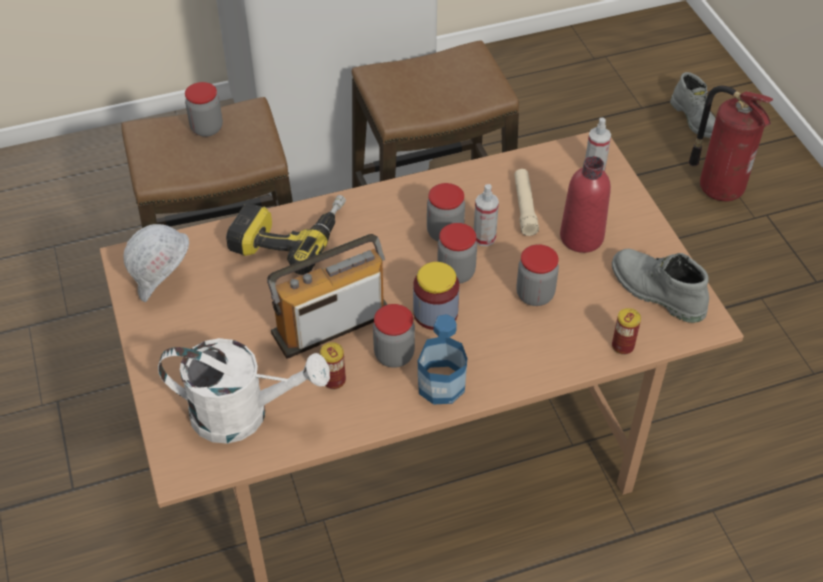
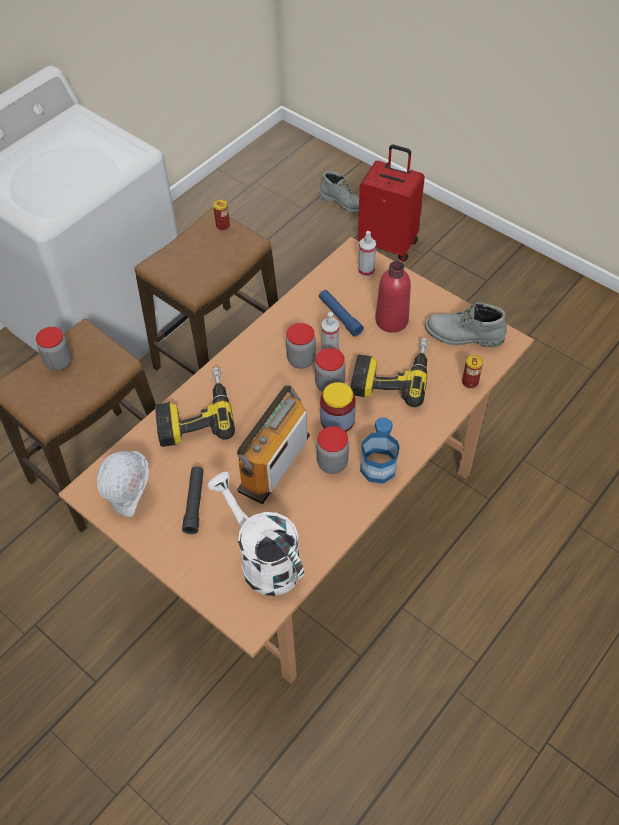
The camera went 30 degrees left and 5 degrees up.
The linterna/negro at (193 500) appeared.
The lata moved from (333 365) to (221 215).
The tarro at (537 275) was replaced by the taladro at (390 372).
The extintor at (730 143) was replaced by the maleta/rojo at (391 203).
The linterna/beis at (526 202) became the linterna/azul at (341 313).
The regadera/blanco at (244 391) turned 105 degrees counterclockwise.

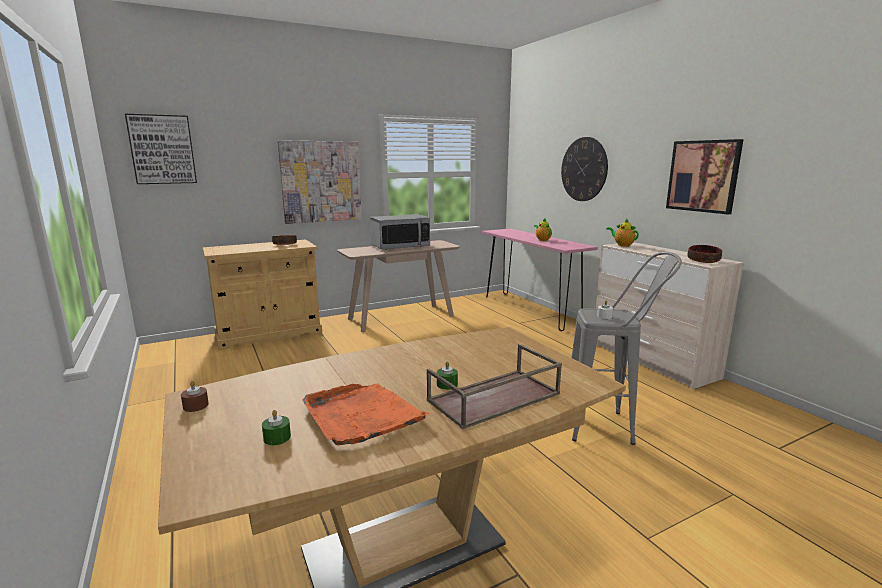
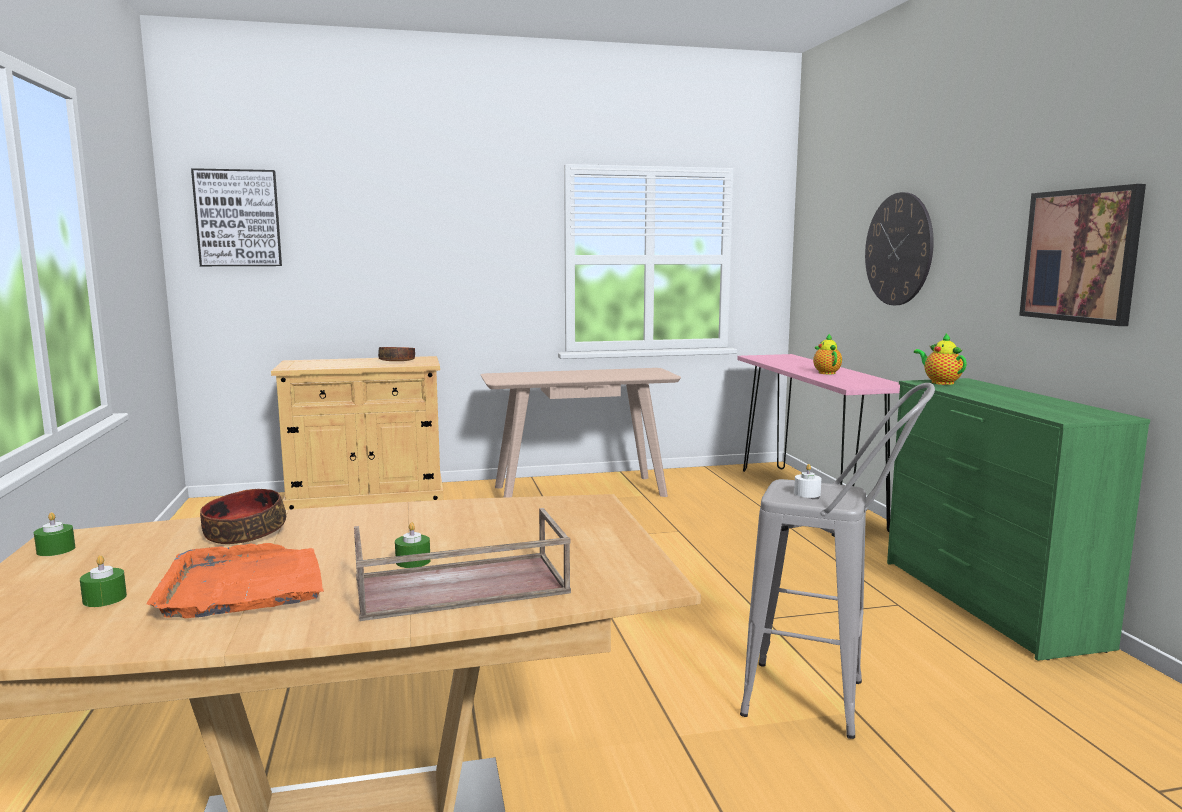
The camera went 15 degrees right and 5 degrees down.
The cuadro at (320 182) disappeared.
The microondas at (400 232) disappeared.
The cuenco moved from (705 254) to (243 516).
The vela/marrón at (195 396) became the vela/verde at (54 534).
The cómoda/beis at (670 315) became the cómoda/verde at (1018 519).

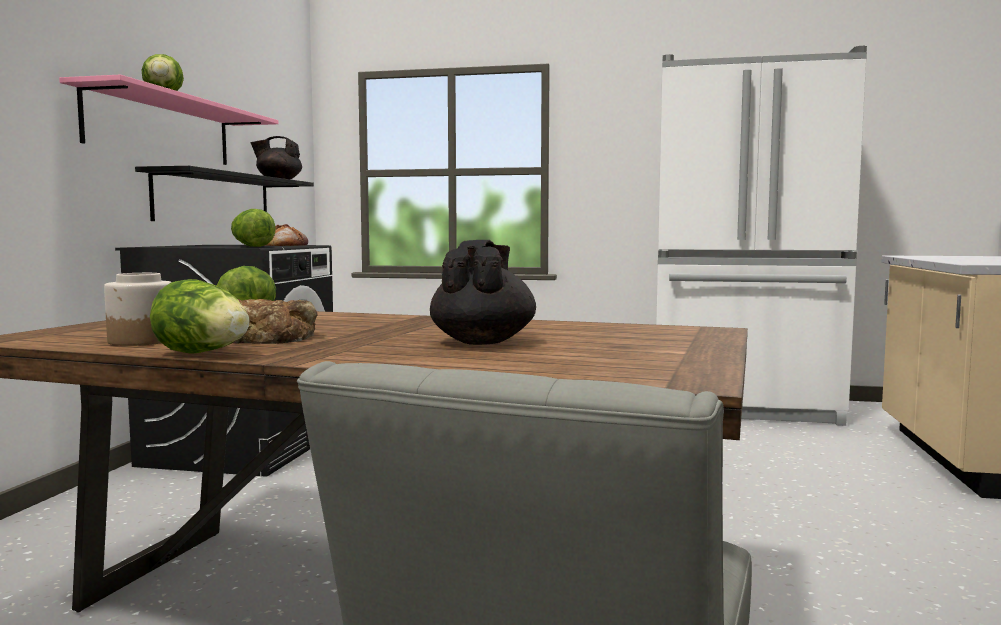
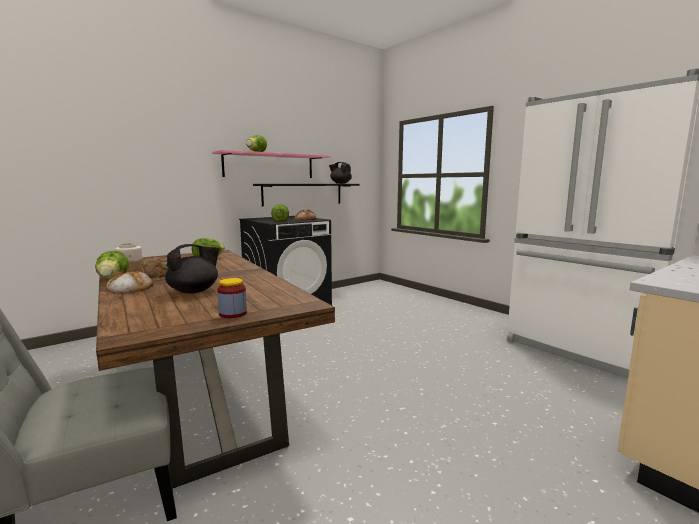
The camera went 40 degrees right and 5 degrees up.
The pan at (129 281) appeared.
The tarro at (232 298) appeared.

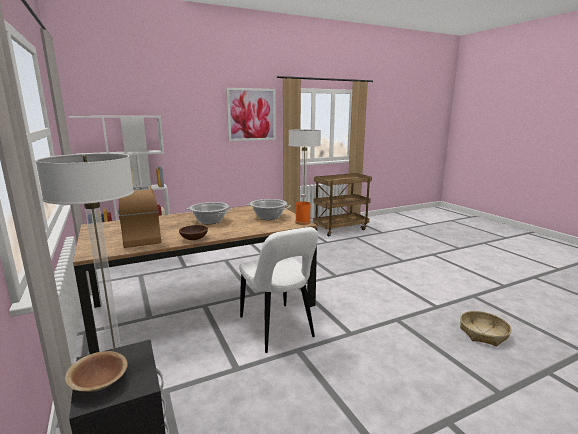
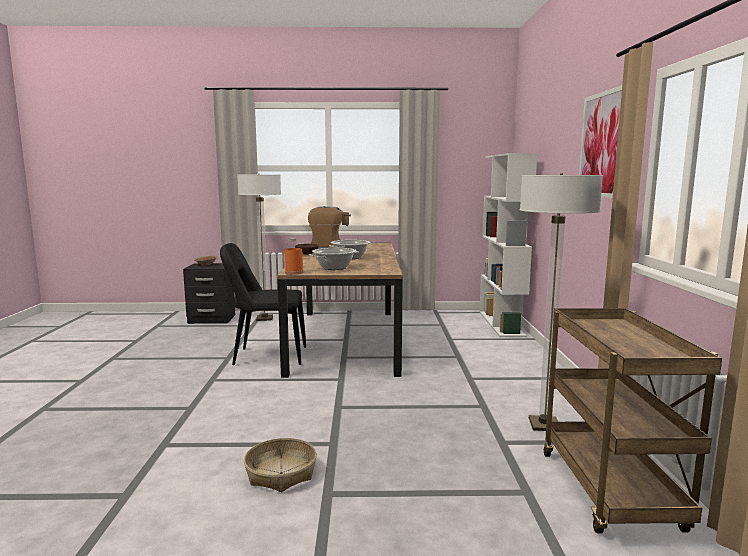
The camera went 115 degrees right and 5 degrees down.
The cesta moved from (485 329) to (280 465).
The silla/blanco at (278 290) became the silla/negro at (263 304).

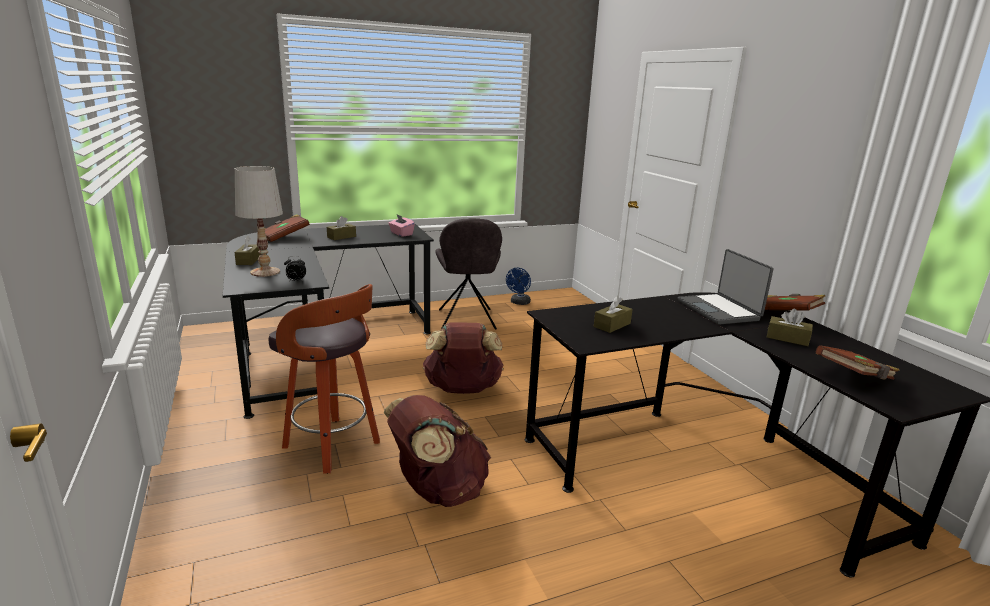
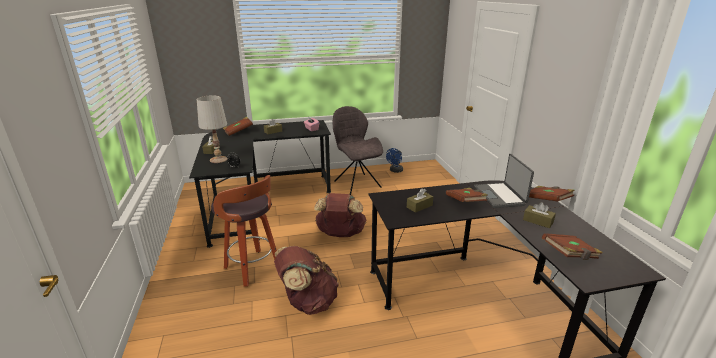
The camera went 10 degrees right and 5 degrees up.
The libro/marrón at (466 195) appeared.
The silla/gris at (468 274) turned 150 degrees clockwise.

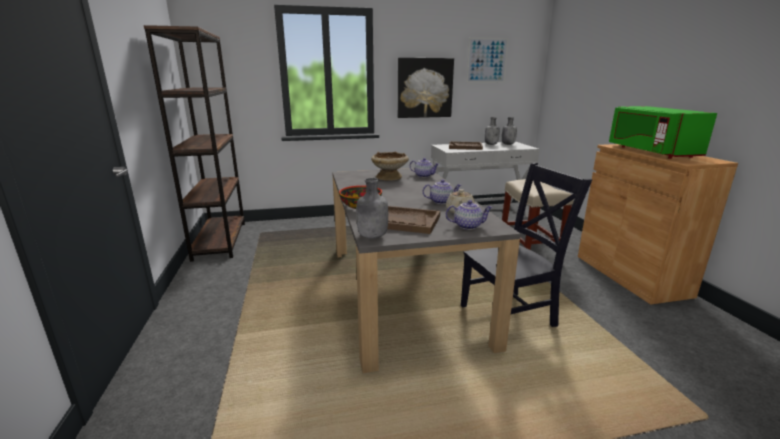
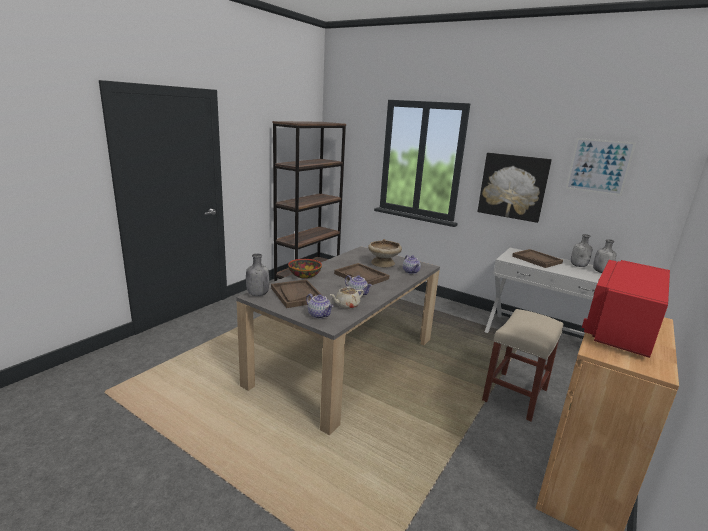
The camera went 45 degrees right and 0 degrees up.
The silla/negro at (526 245) disappeared.
The bandeja/marrón at (361 274) appeared.
The microondas/verde at (663 132) became the microondas/rojo at (626 309).

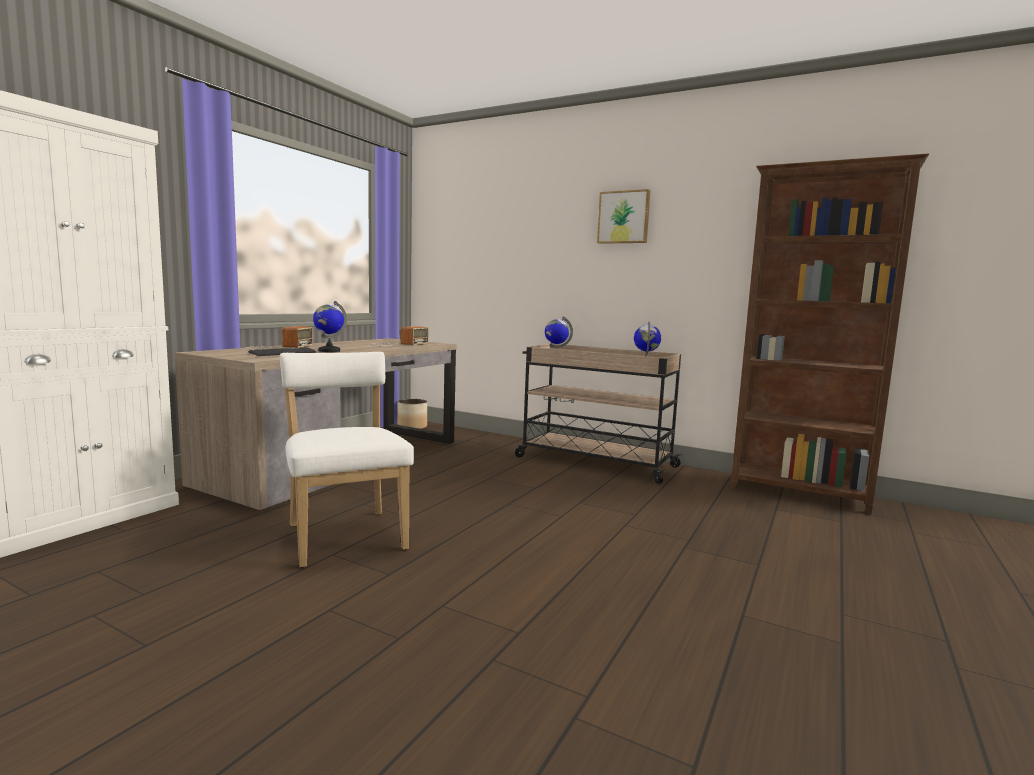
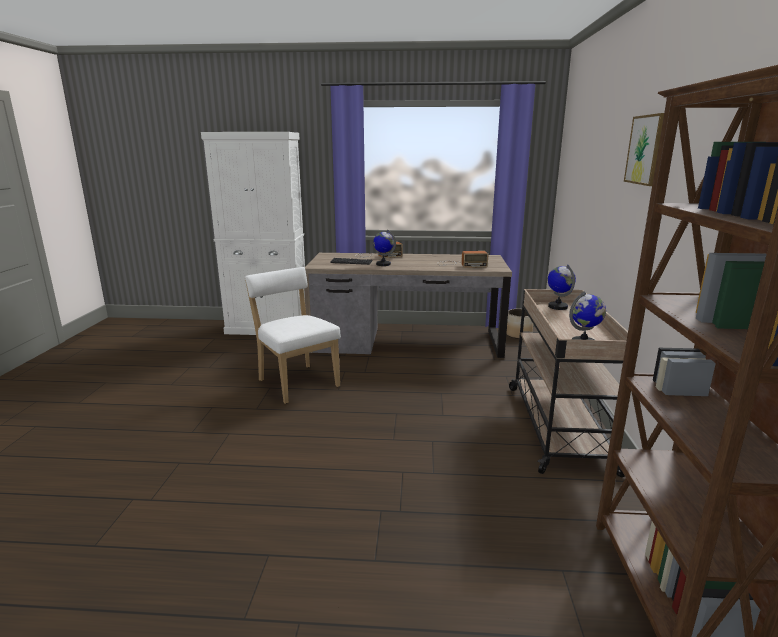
The camera went 65 degrees right and 10 degrees up.
The silla/blanco at (347 460) turned 75 degrees counterclockwise.

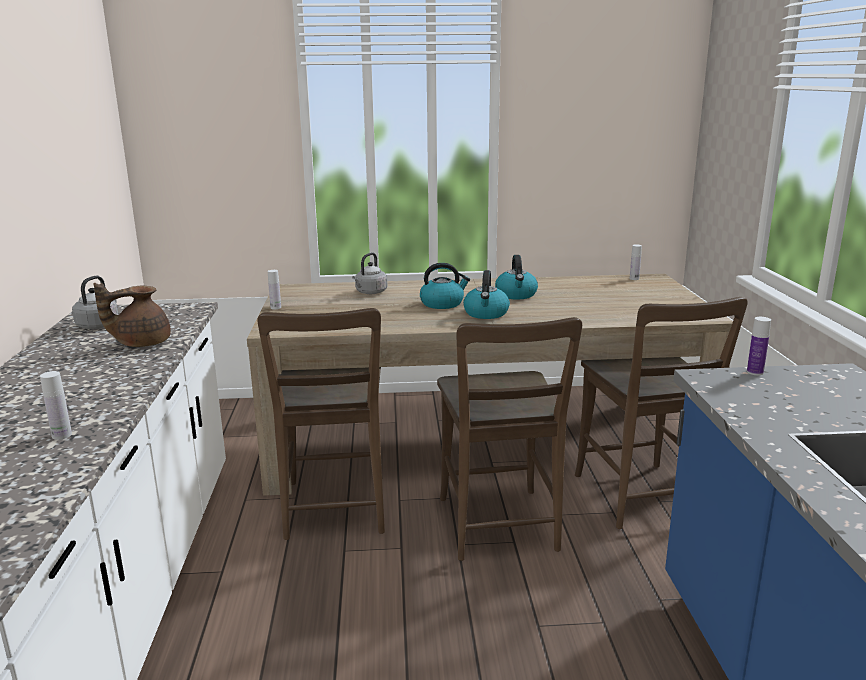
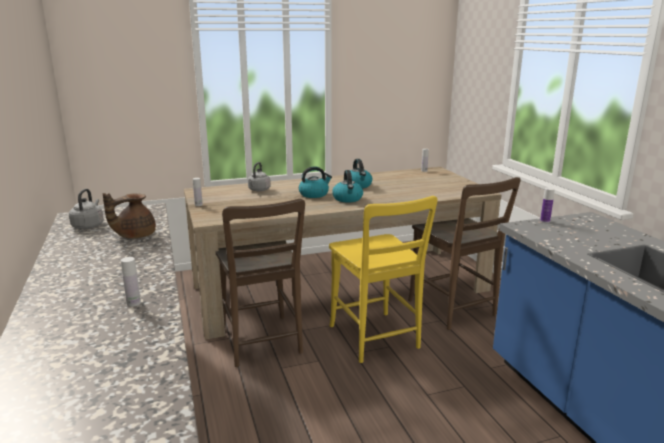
The camera went 15 degrees left and 0 degrees up.
The silla/marrón at (509 439) became the silla/amarillo at (383 279).

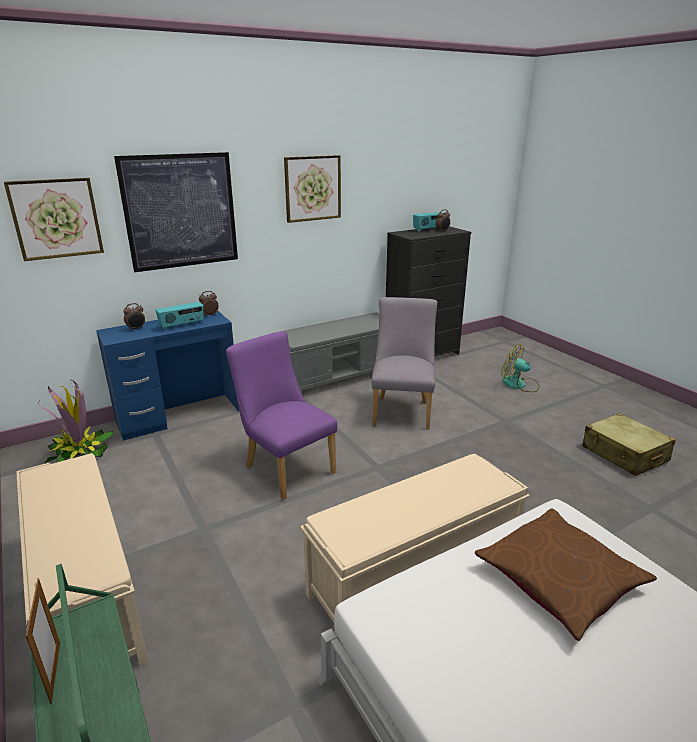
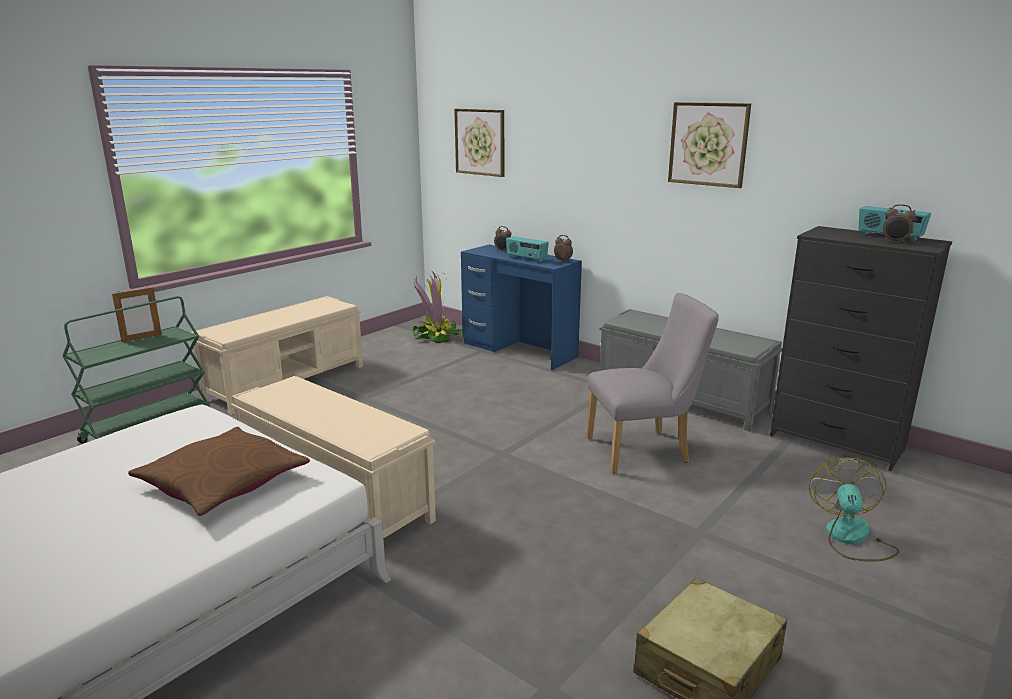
The camera went 70 degrees right and 5 degrees down.
The cuadro at (176 212) disappeared.
The silla/morado at (281 416) disappeared.

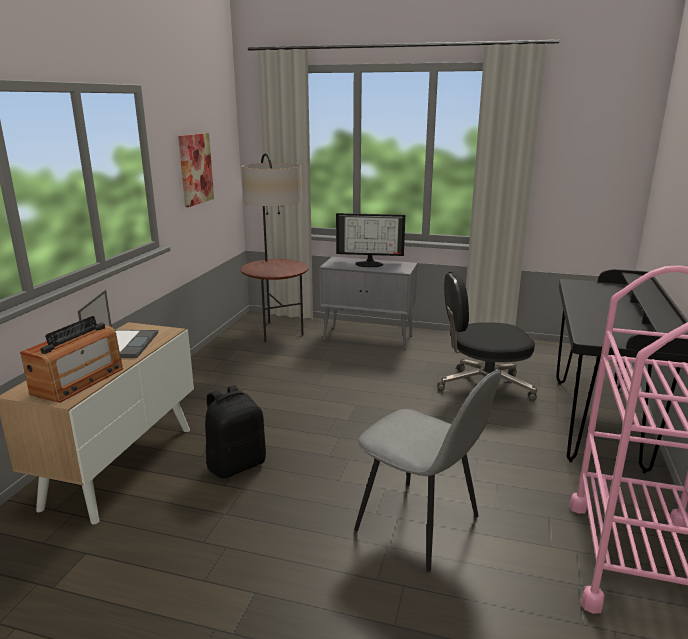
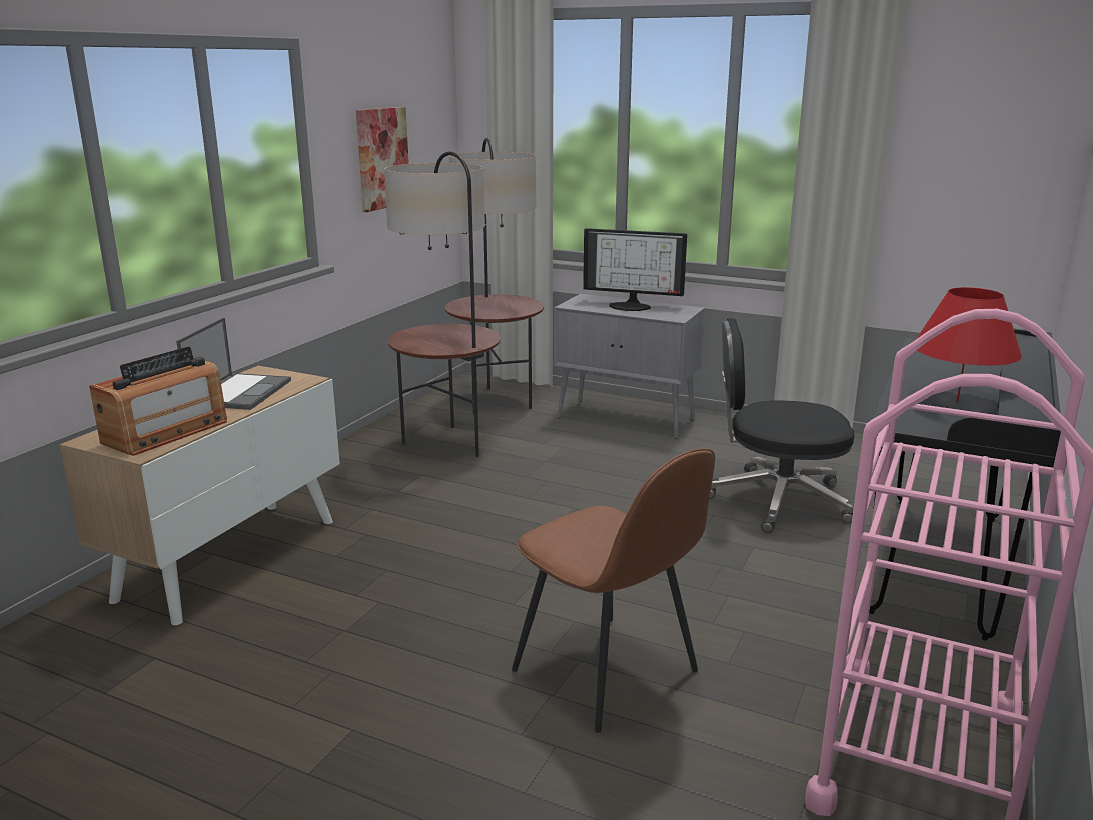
The camera went 10 degrees right and 0 degrees up.
The mochila/negro at (235 431) disappeared.
The lámpara de pie at (442 304) appeared.
The lámpara de mesa/rojo at (969 344) appeared.
The silla/gris at (427 471) became the silla/marrón at (613 590).

